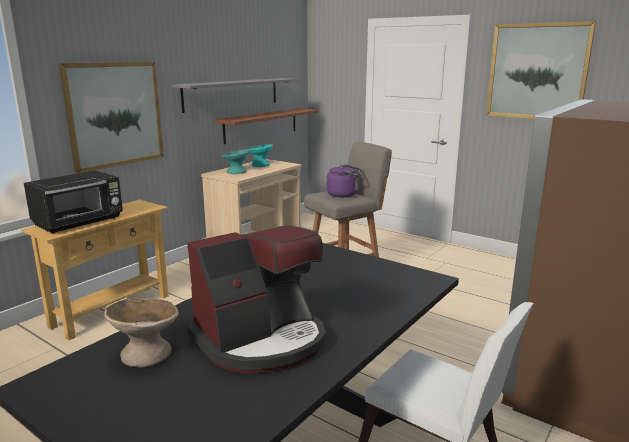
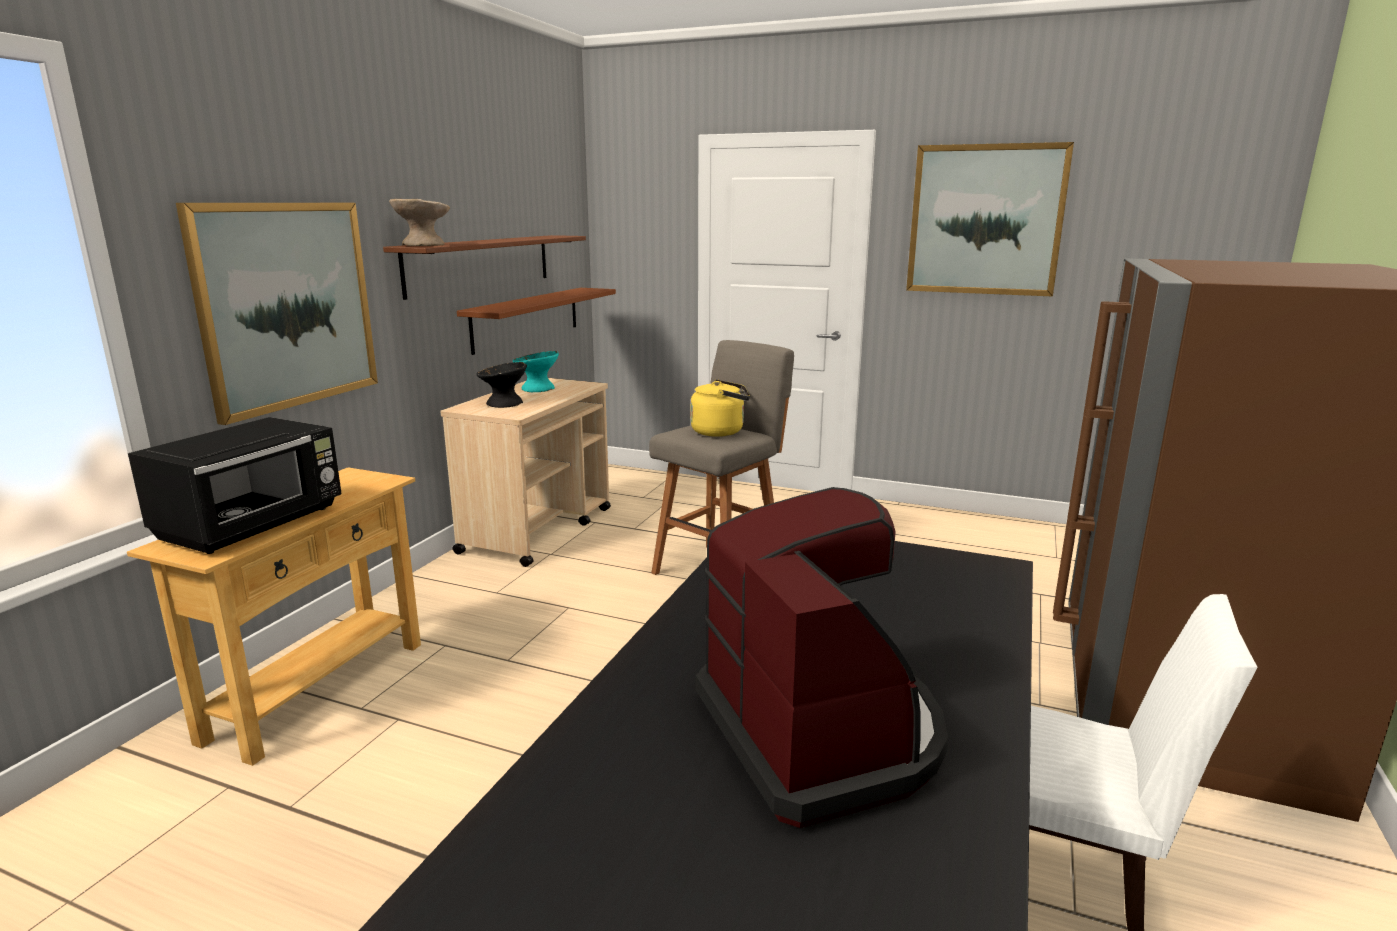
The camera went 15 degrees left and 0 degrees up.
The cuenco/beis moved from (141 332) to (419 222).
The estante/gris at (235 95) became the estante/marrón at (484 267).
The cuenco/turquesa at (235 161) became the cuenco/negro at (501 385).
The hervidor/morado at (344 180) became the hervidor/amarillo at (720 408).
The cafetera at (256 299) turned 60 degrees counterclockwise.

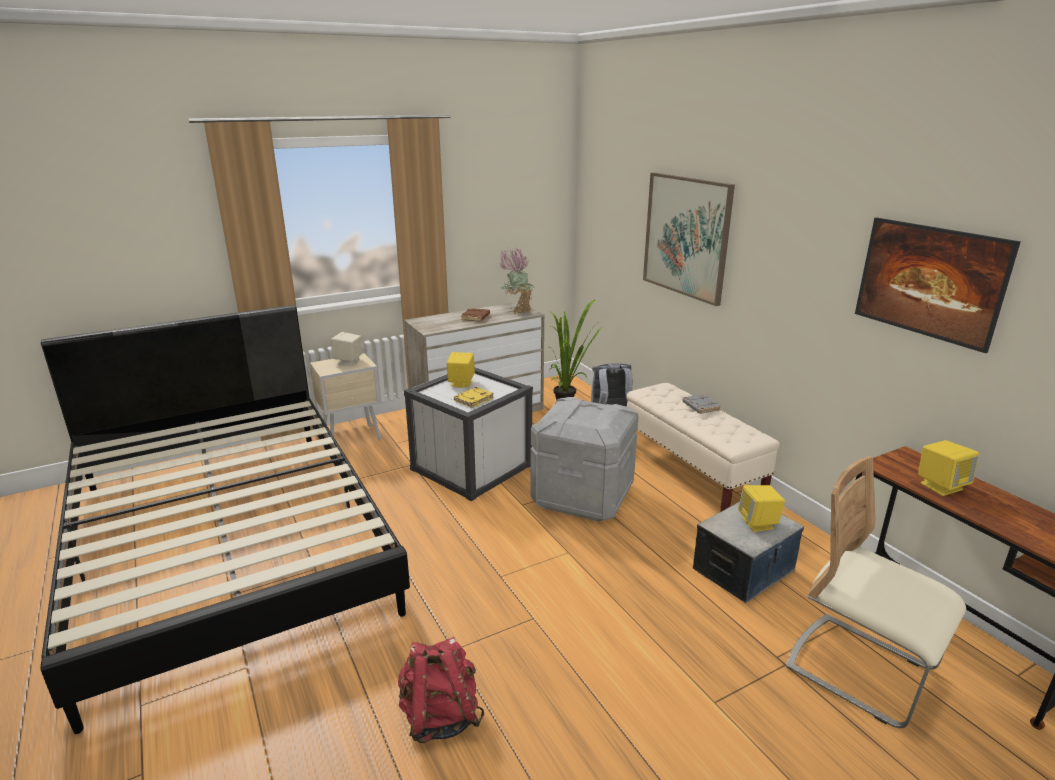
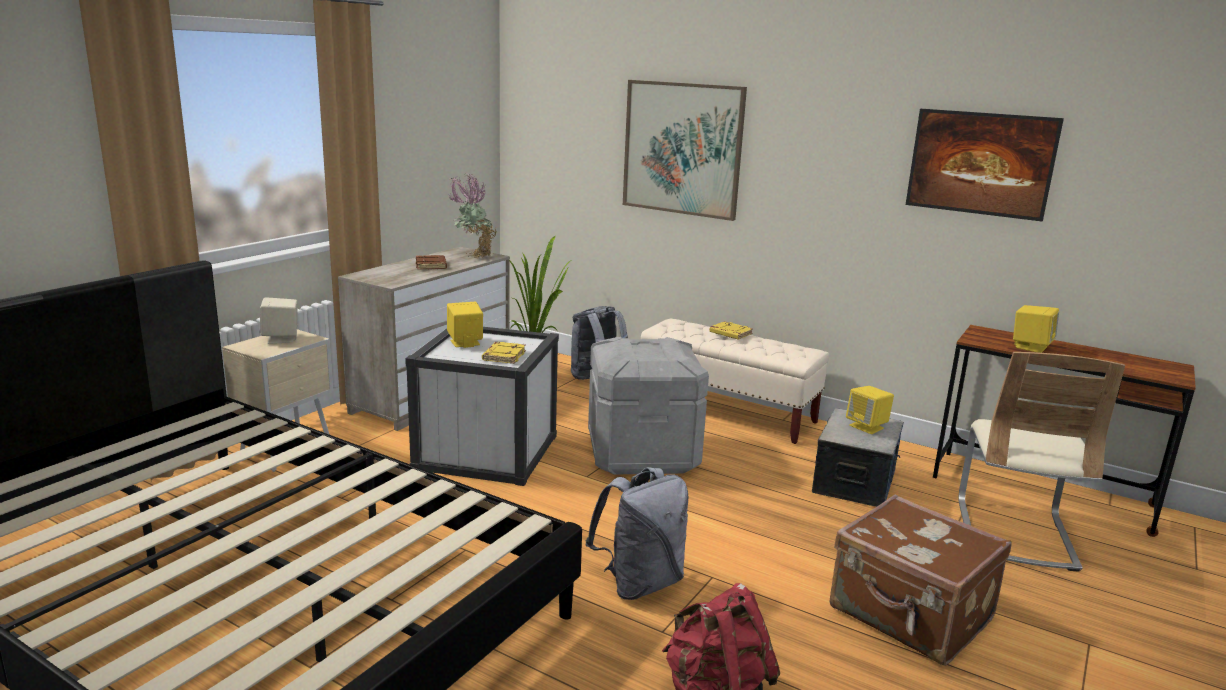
The camera went 30 degrees left and 5 degrees down.
The mochila/gris at (637 533) appeared.
The maleta/marrón at (921 580) appeared.
The libro/gris at (701 404) became the libro/amarillo at (731 330).
The silla/beis at (876 592) turned 90 degrees counterclockwise.

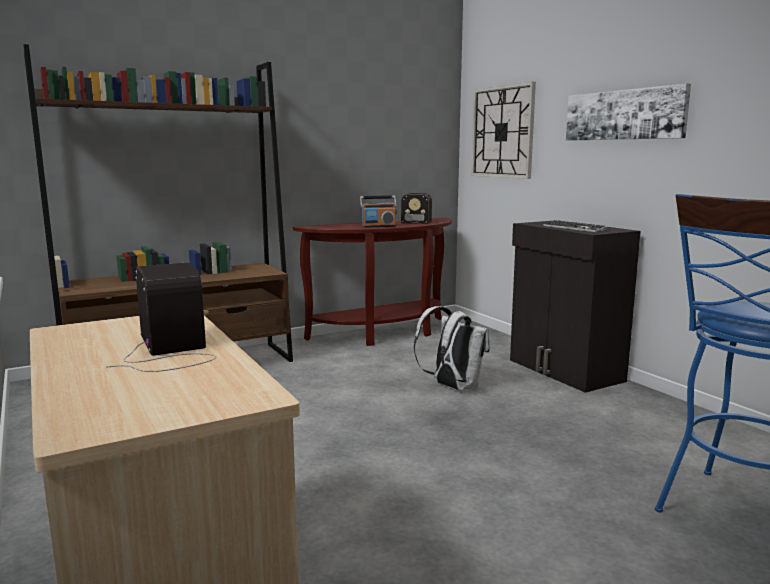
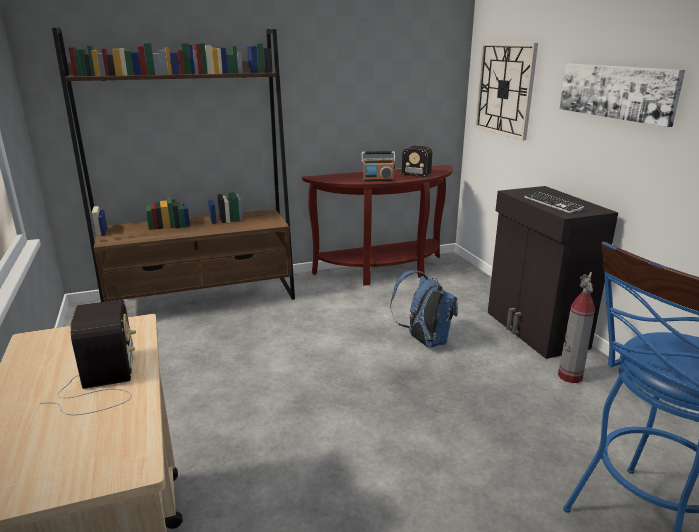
The camera went 10 degrees right and 10 degrees up.
The extintor at (576 327) appeared.
The mochila/blanco at (452 348) became the mochila/azul at (424 309).

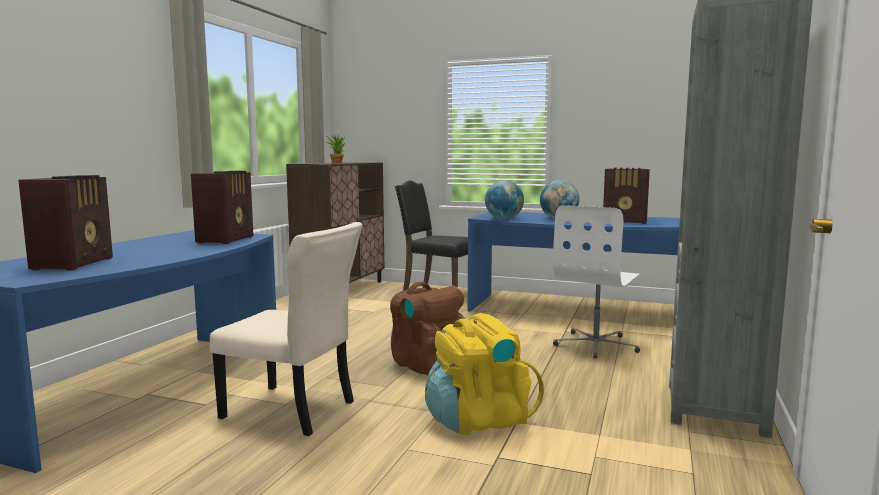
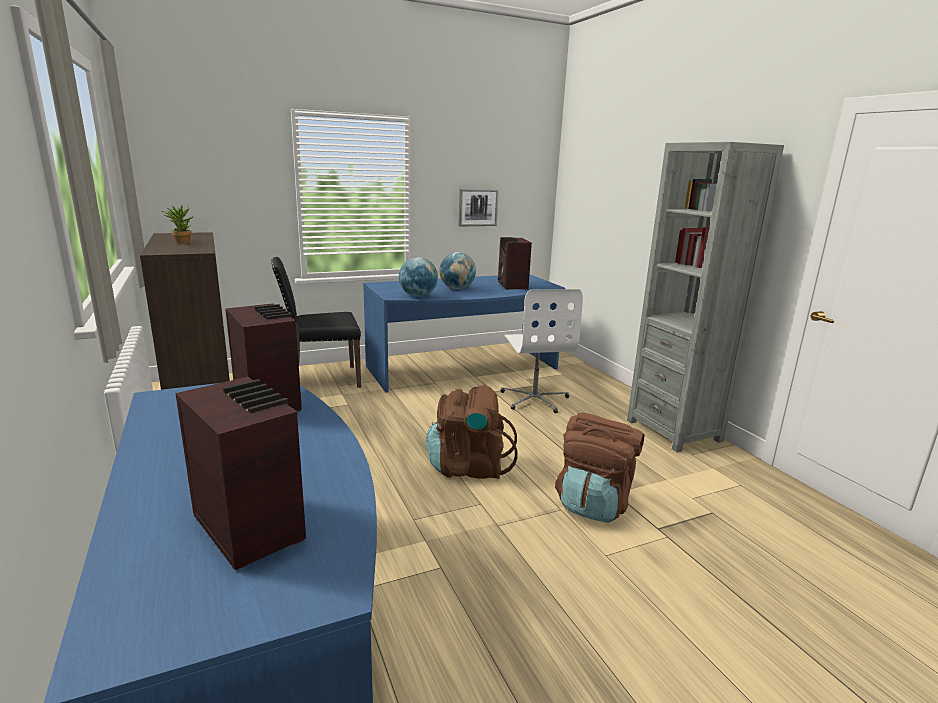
The camera went 45 degrees left and 10 degrees up.
The silla/beis at (286 329) disappeared.
The cuadro at (479 207) appeared.
The mochila/amarillo at (484 374) became the mochila/marrón at (599 467).
The radio at (626 196) turned 105 degrees clockwise.

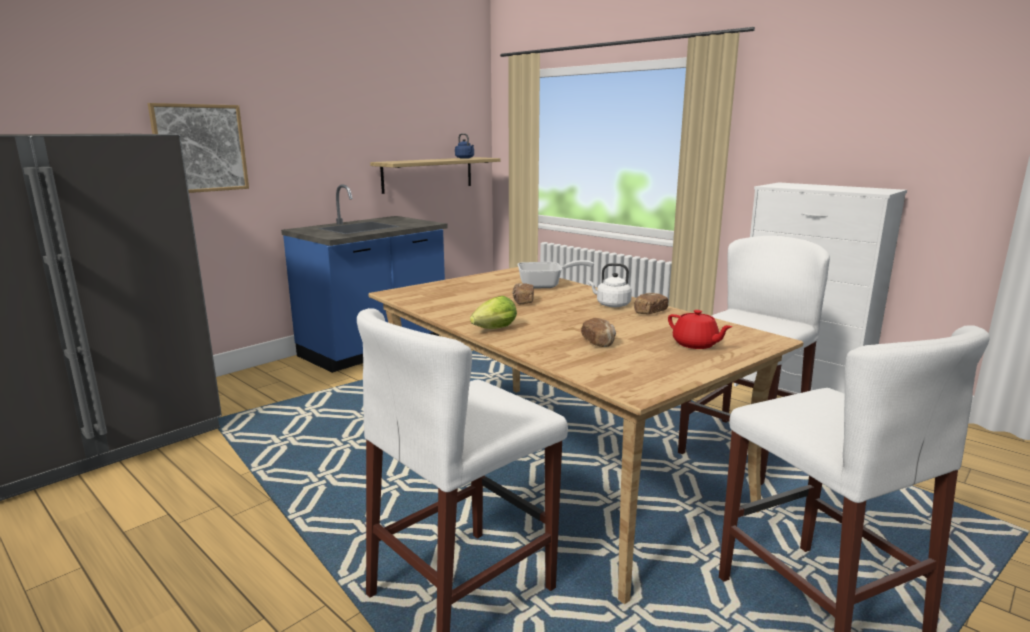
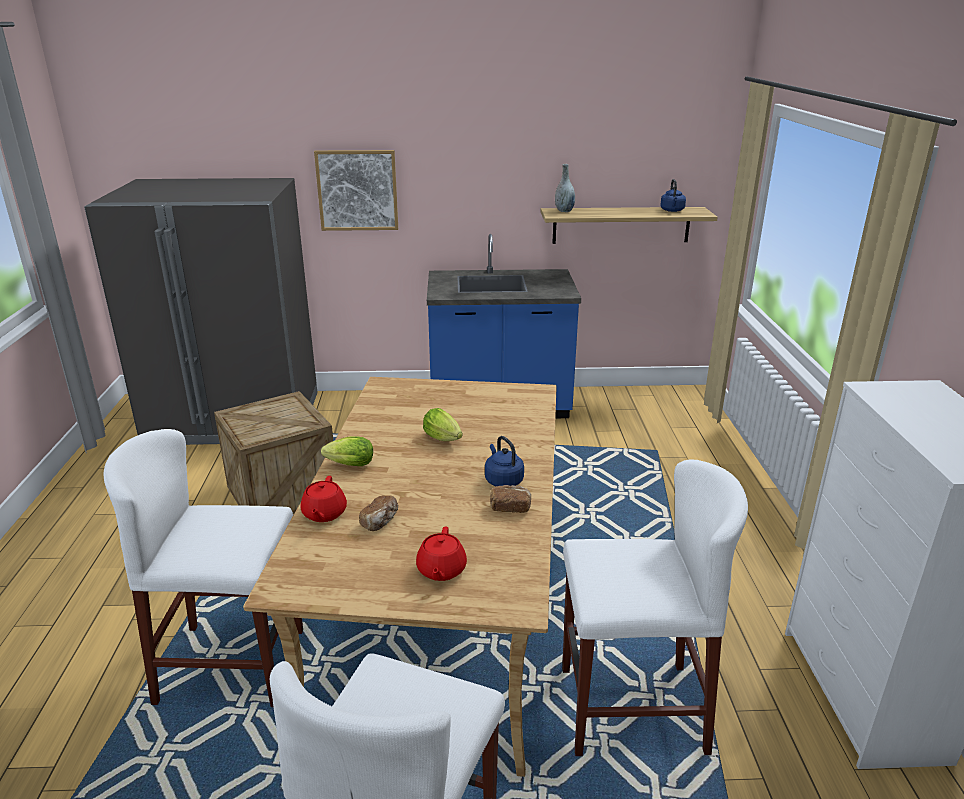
The camera went 45 degrees right and 10 degrees up.
The sartén at (555 274) disappeared.
The caja de embalaje at (273 453) appeared.
The tetera/rojo at (323 499) appeared.
The florero/gris at (565 188) appeared.
The pan at (523 293) was replaced by the lechuga at (443 424).
The hervidor/blanco at (610 285) became the hervidor/azul at (504 461).

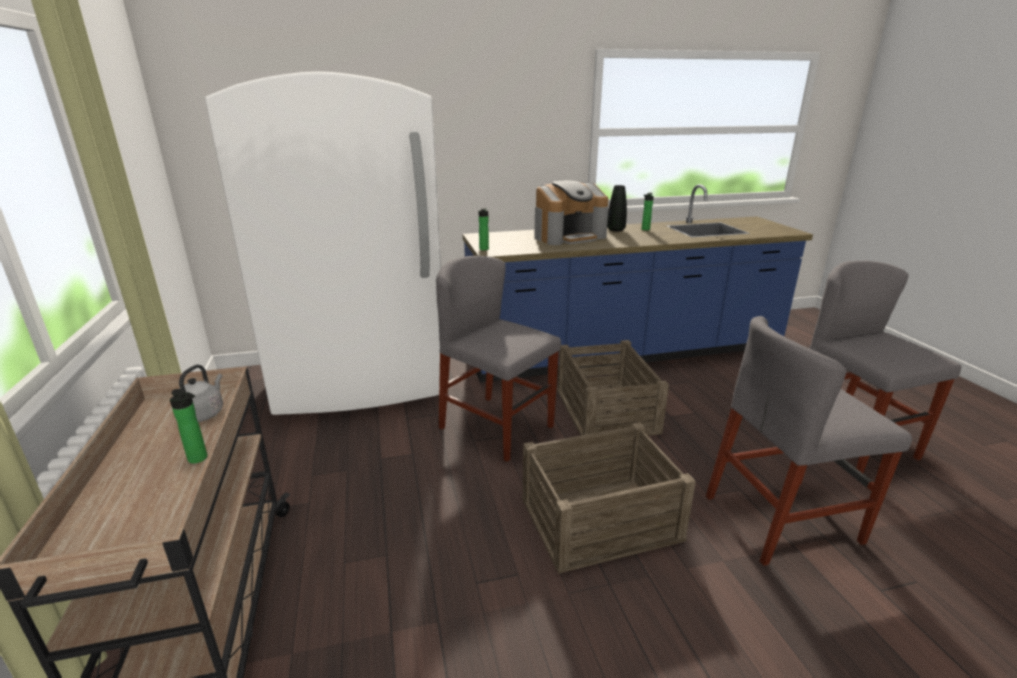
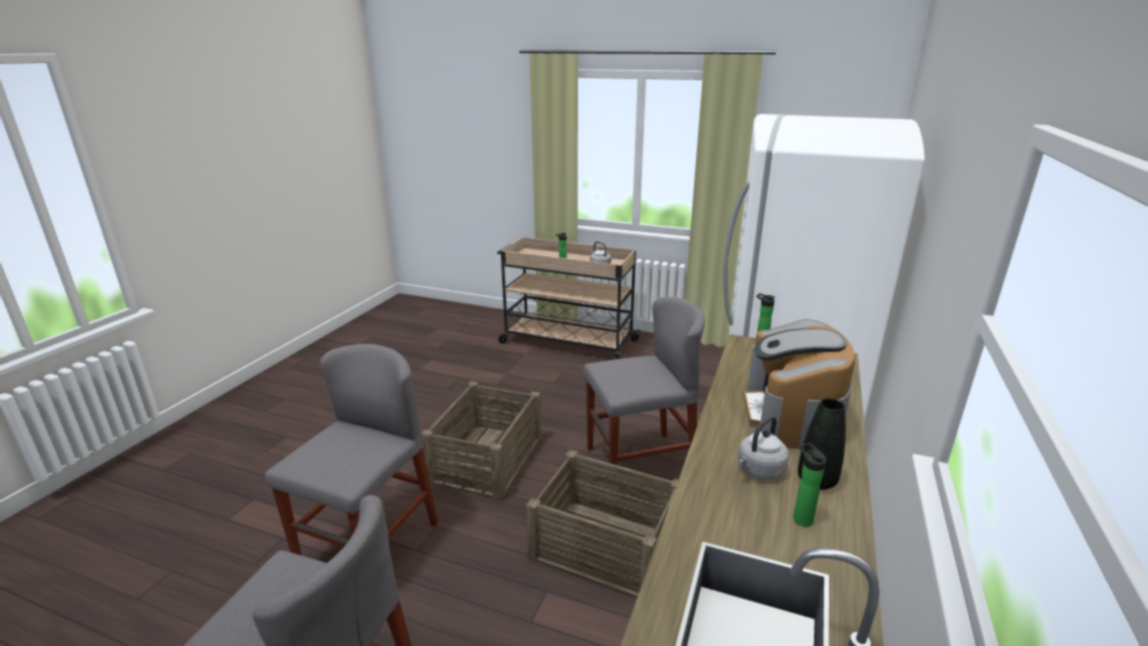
The camera went 125 degrees right and 0 degrees up.
The hervidor/gris at (763 447) appeared.

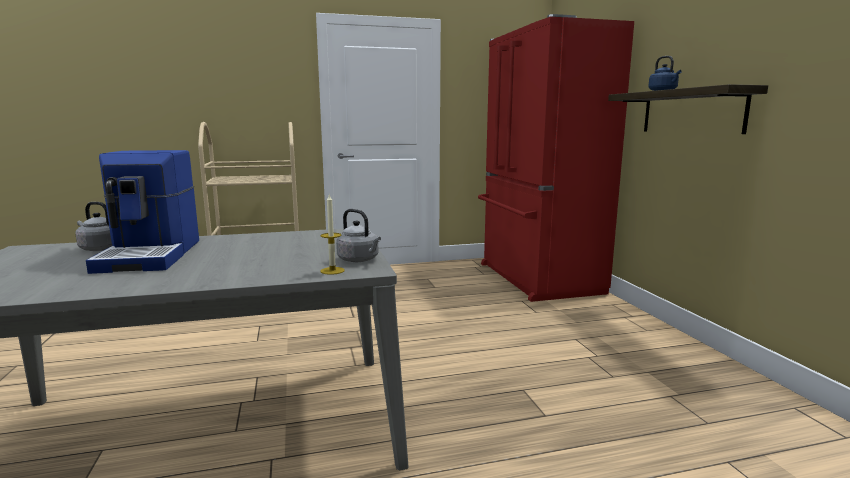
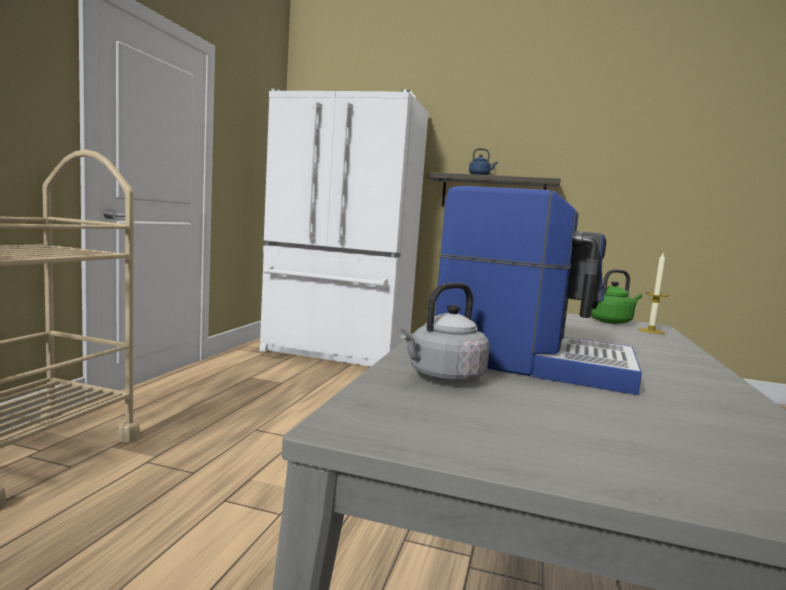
The camera went 60 degrees left and 5 degrees down.
The hervidor/gris at (358 235) became the hervidor/verde at (616 296).
The nevera/rojo at (556 158) became the nevera/blanco at (344 228).

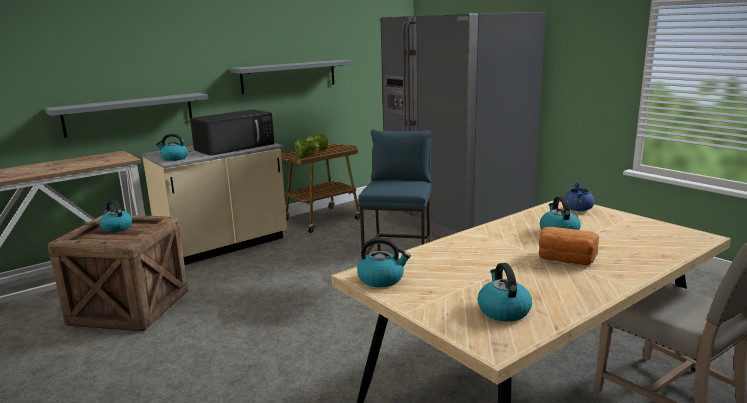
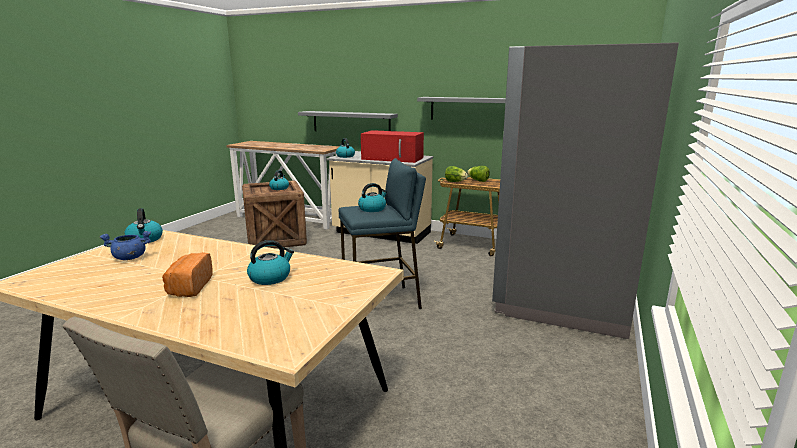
The camera went 60 degrees right and 0 degrees up.
The hervidor moved from (505 292) to (372 197).
The olla/azul moved from (579 196) to (125 245).
The microondas/negro at (232 132) became the microondas/rojo at (392 146).

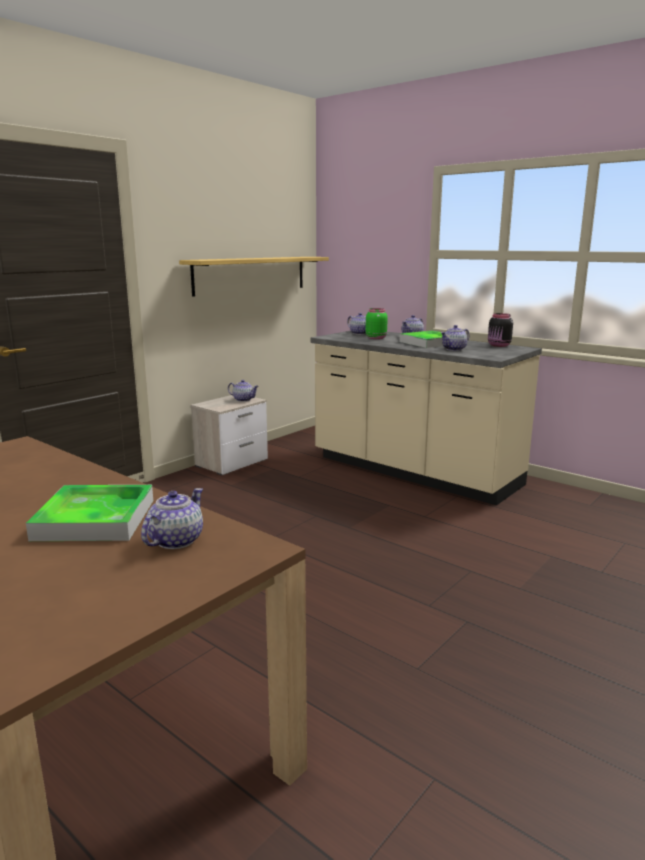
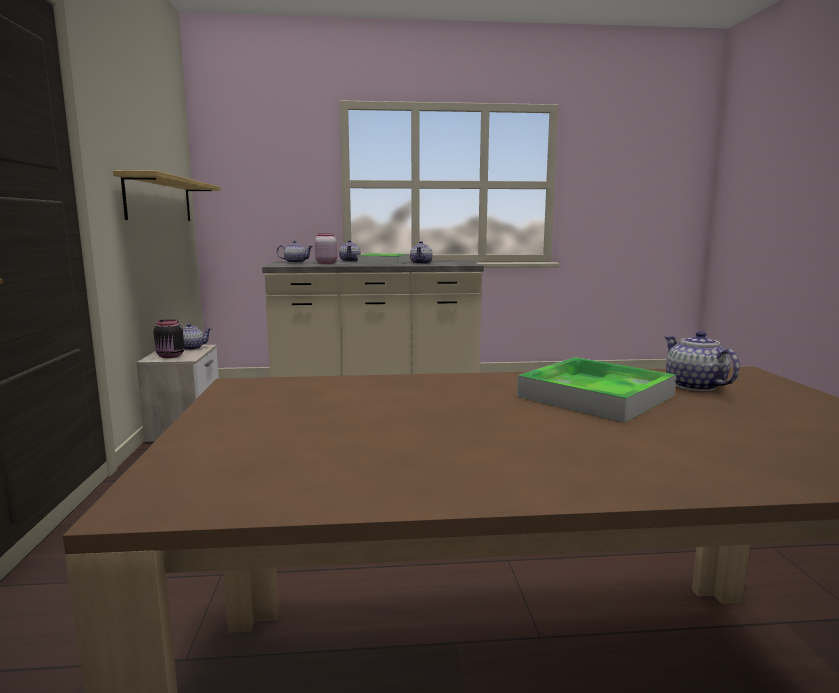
The camera went 45 degrees left and 5 degrees down.
The tarro/negro moved from (500 330) to (169 338).
The tarro/verde at (376 323) became the tarro/rosa at (326 248).

